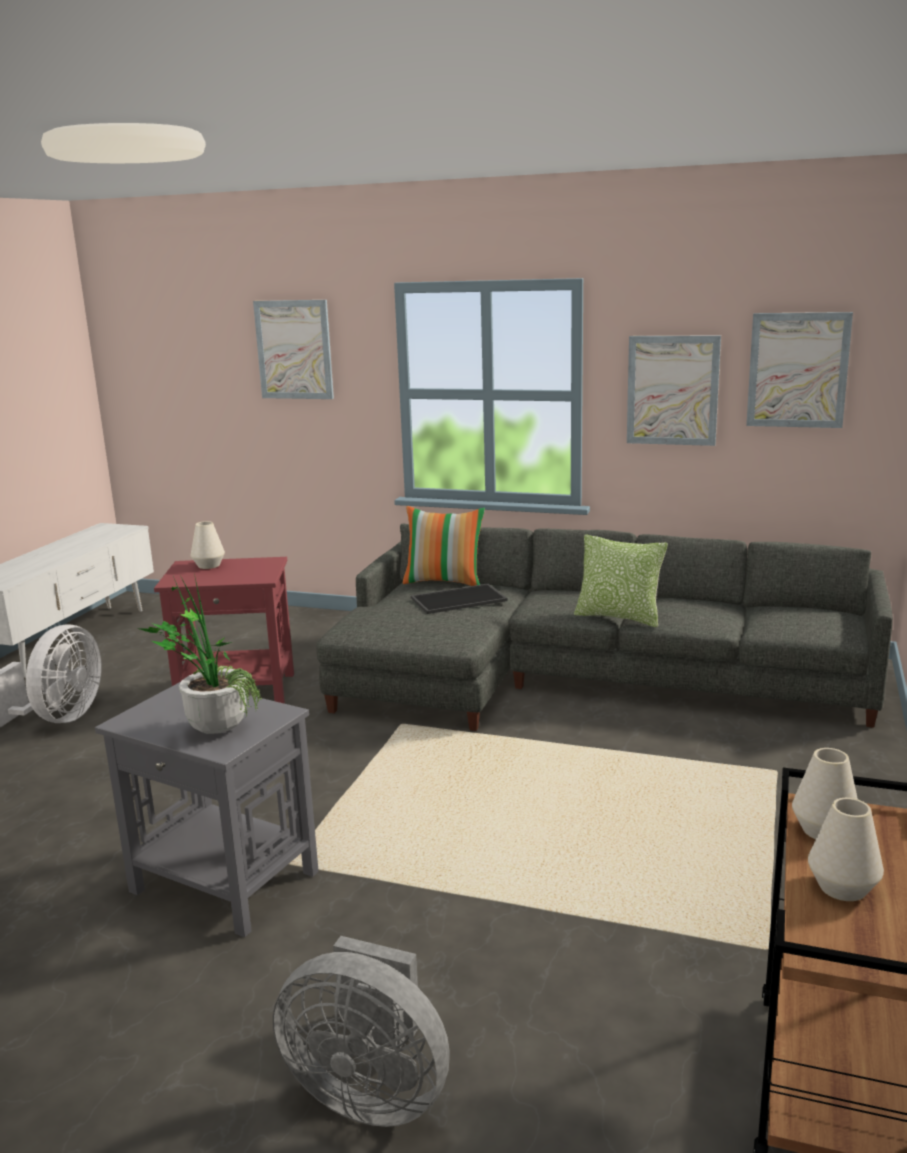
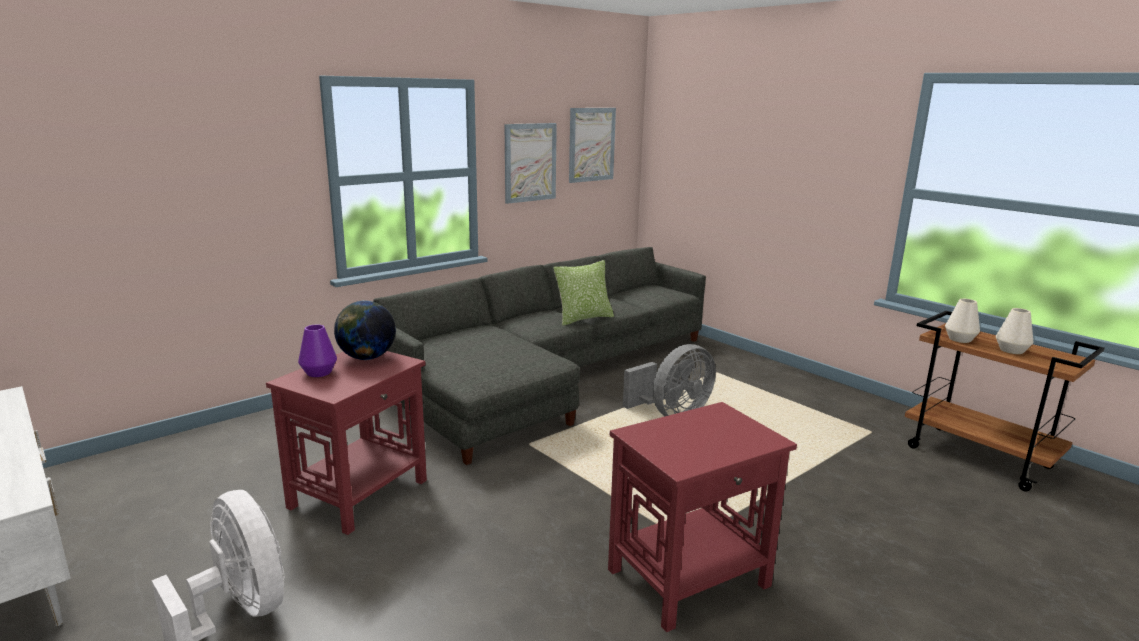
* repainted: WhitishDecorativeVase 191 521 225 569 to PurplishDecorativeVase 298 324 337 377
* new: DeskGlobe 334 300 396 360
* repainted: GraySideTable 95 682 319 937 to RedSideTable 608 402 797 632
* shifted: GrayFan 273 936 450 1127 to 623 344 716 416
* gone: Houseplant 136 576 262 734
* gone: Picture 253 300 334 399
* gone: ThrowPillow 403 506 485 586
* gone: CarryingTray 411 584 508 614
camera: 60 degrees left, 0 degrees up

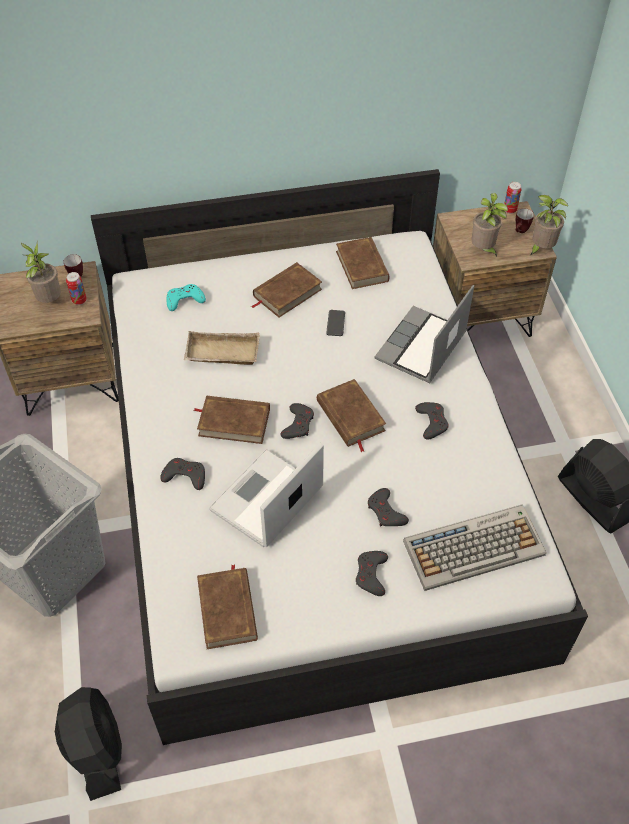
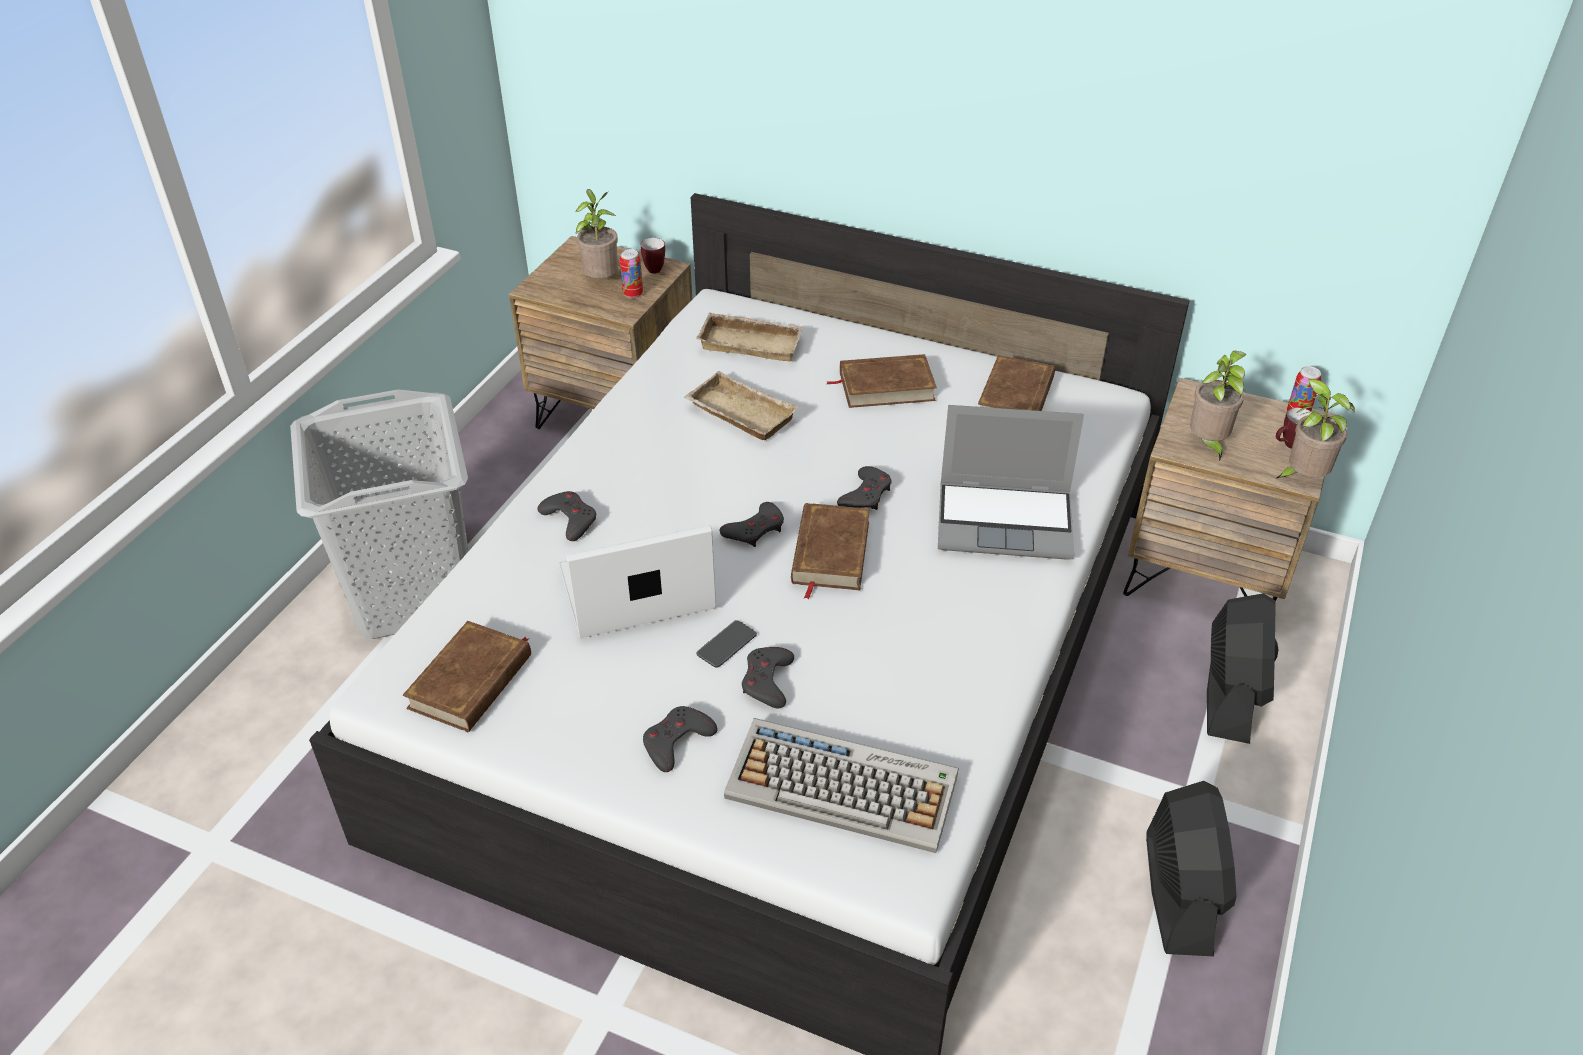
* swapped: TurquoiseJoypad 167 284 206 311 to BeigeCarryingTray 696 312 804 361
* shifted: Handset 326 310 345 336 to 697 620 757 668
* shifted: GrayJoypad 415 402 449 440 to 837 466 892 510
* rotated: NotebookComputer 375 285 474 383 = 938 405 1084 560 150 degrees counterclockwise
* shifted: BlackFan 55 687 122 801 to 1207 593 1278 744
* gone: BrownVolume 194 396 270 444
camera: 35 degrees right, 10 degrees down

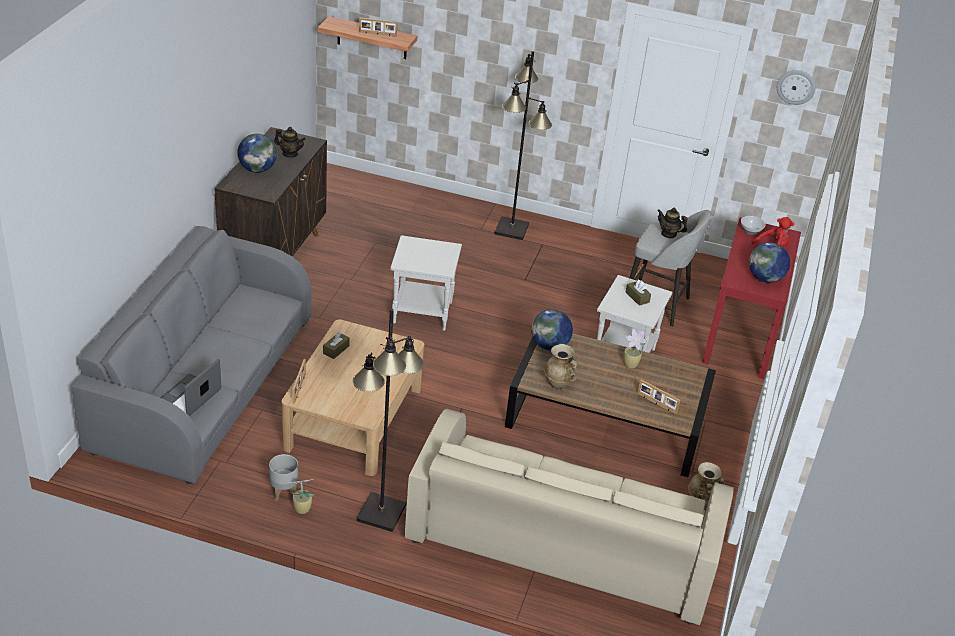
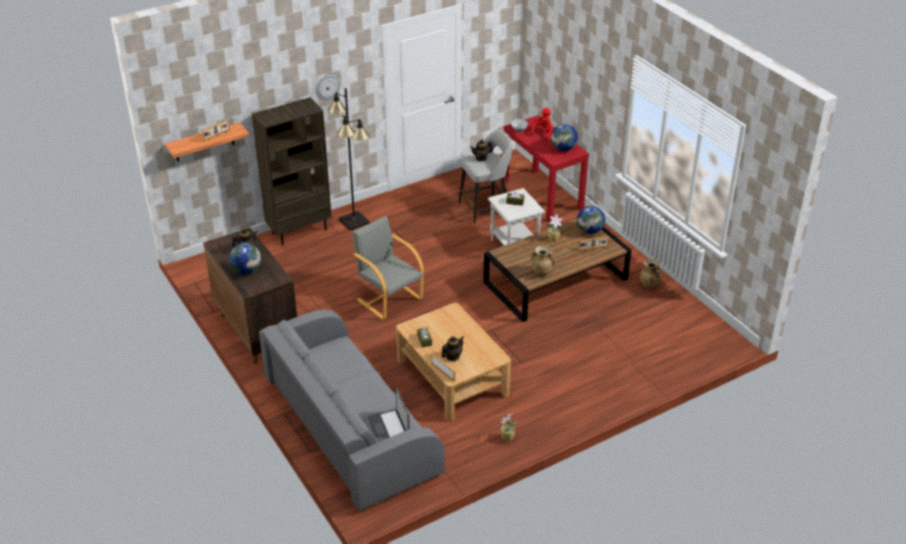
* new: BrownBookshelf 252 97 332 245
* shifted: WallClock 777 70 816 105 to 315 75 341 100
* swapped: WhitishSideTable 390 235 462 331 to GrayLoungeChair 352 216 424 320
* new: PotForTea 441 336 464 361
* shifted: DeskGlobe 531 309 573 351 to 577 206 605 234
* gone: GrayFlowerPot 269 454 298 501
* gone: BlackFloorLamp 353 309 424 532
* gone: BeigeCouch 405 409 734 625
camera: 45 degrees left, 0 degrees up

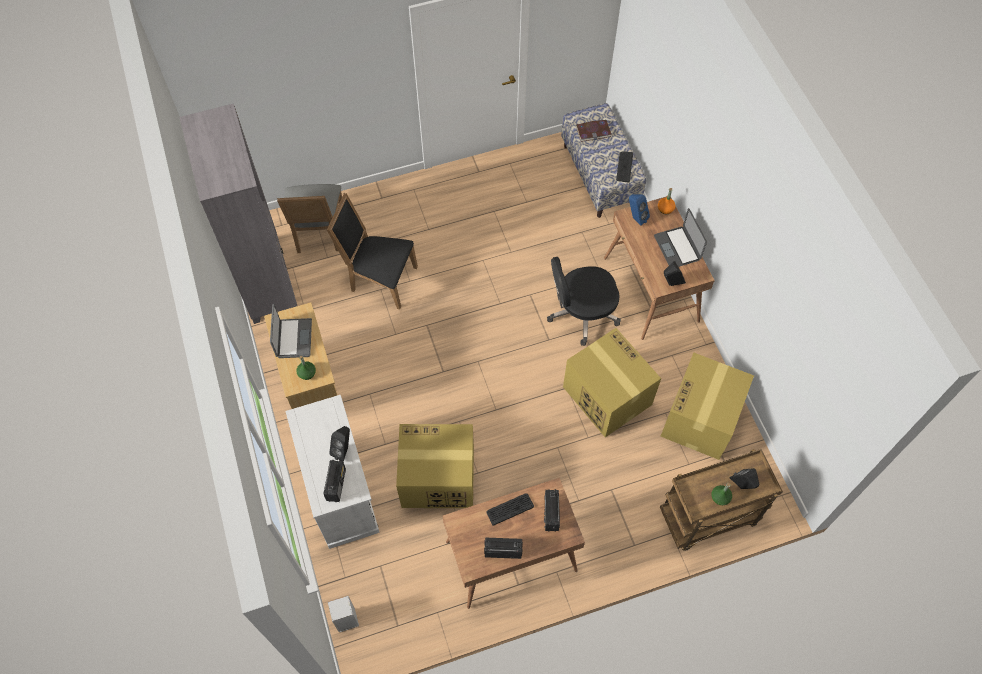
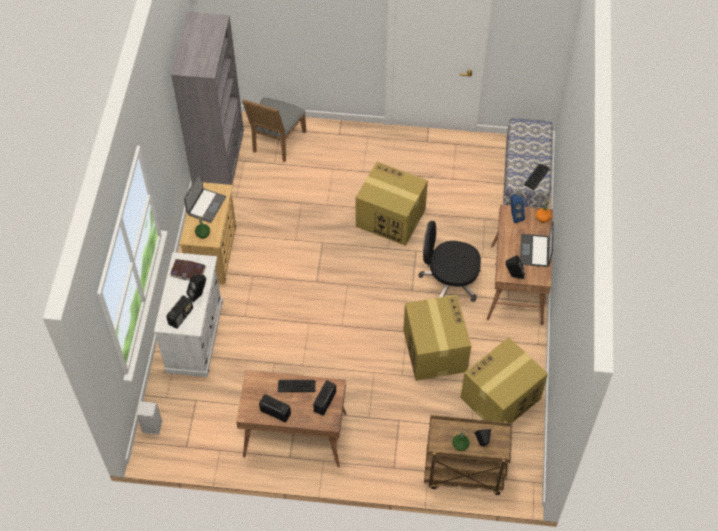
* shifted: Volume 576 120 612 142 to 170 259 206 281
* shifted: PackingBox 396 424 474 508 to 356 162 428 246
* gone: BlackChair 327 193 418 309
camera: 25 degrees right, 5 degrees down

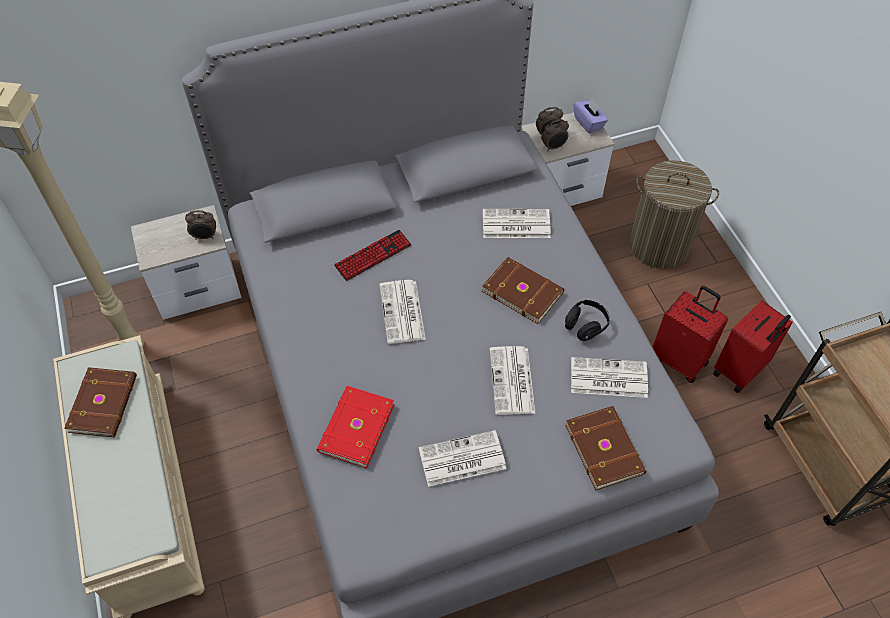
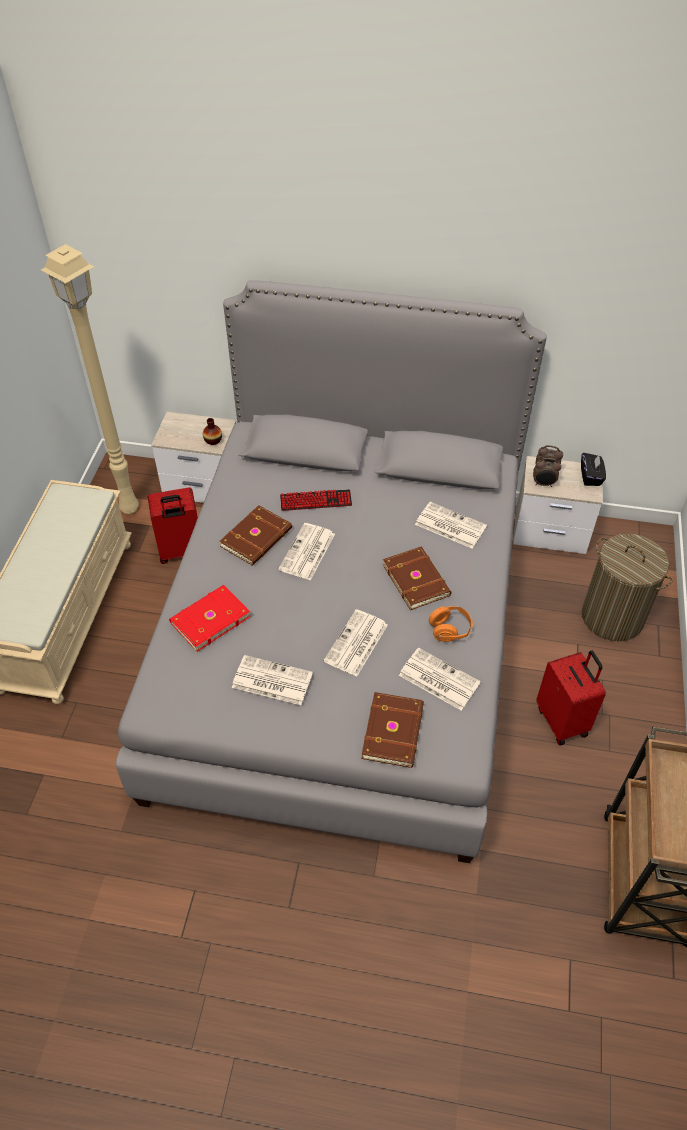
* shifted: RedPieceOfLuggage 713 301 793 393 to 148 487 198 564
* swapped: BedsideClock 185 210 216 240 to DecorativeVase 203 418 222 445
* shifted: BrownVolume 64 367 137 437 to 219 505 292 566
* repainted: BlackHeadset 565 300 610 341 to OrangeyHeadset 429 606 473 642
* repainted: PurplishBoxOfTissues 573 99 608 134 to BlackBoxOfTissues 581 453 606 486
camera: 30 degrees right, 5 degrees down

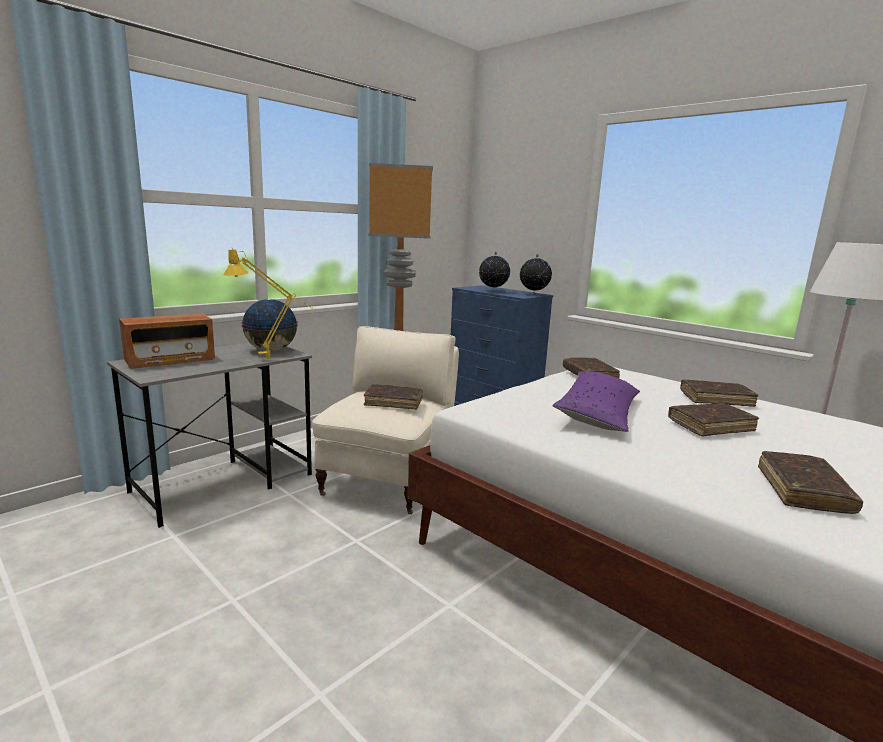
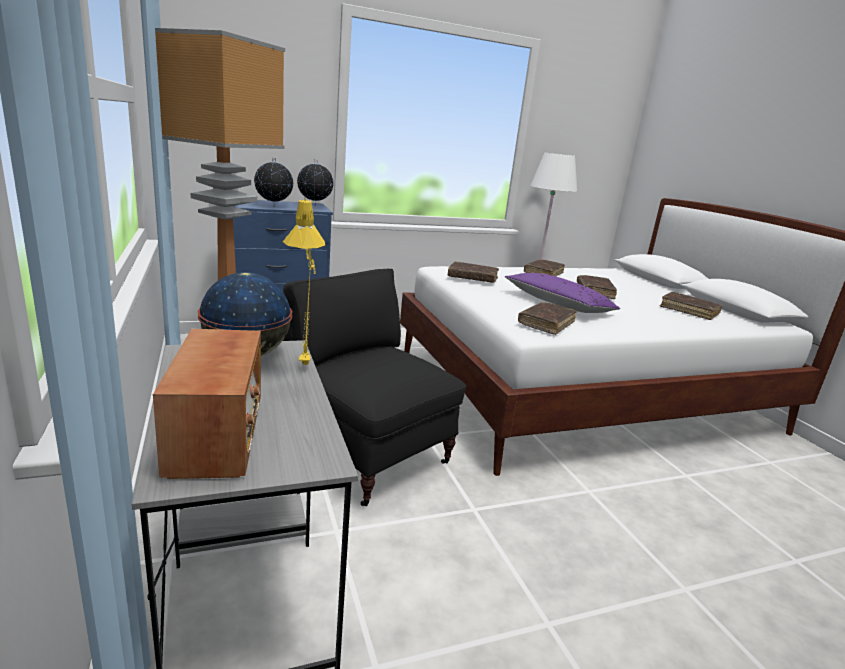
* repainted: BeigeLoungeChair 312 326 459 514 to BlackLoungeChair 282 269 466 506
* shifted: BrownVolume 364 384 423 410 to 518 302 577 335
camera: 65 degrees left, 5 degrees up

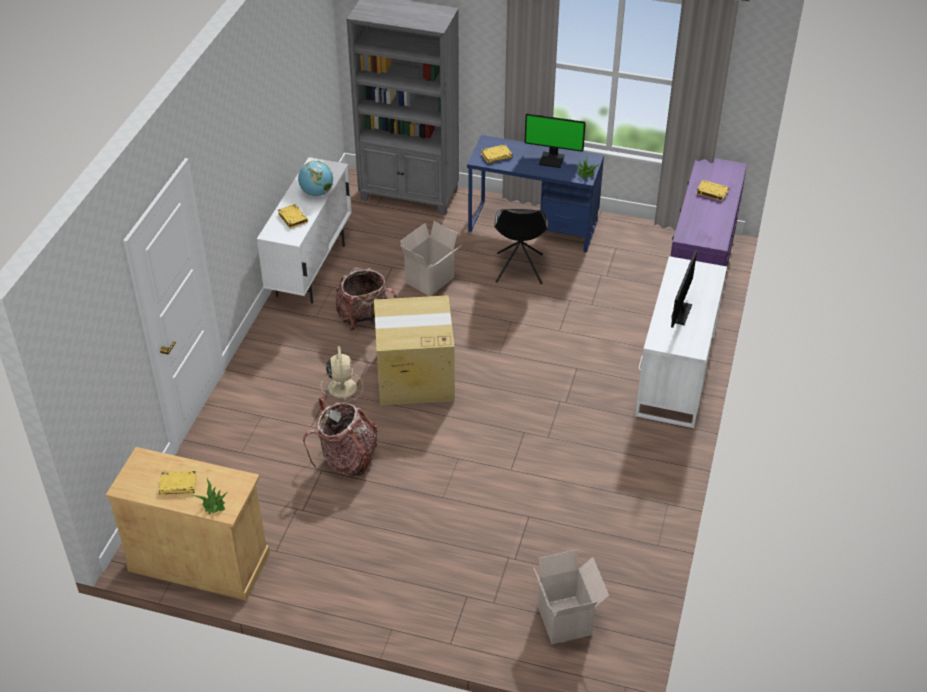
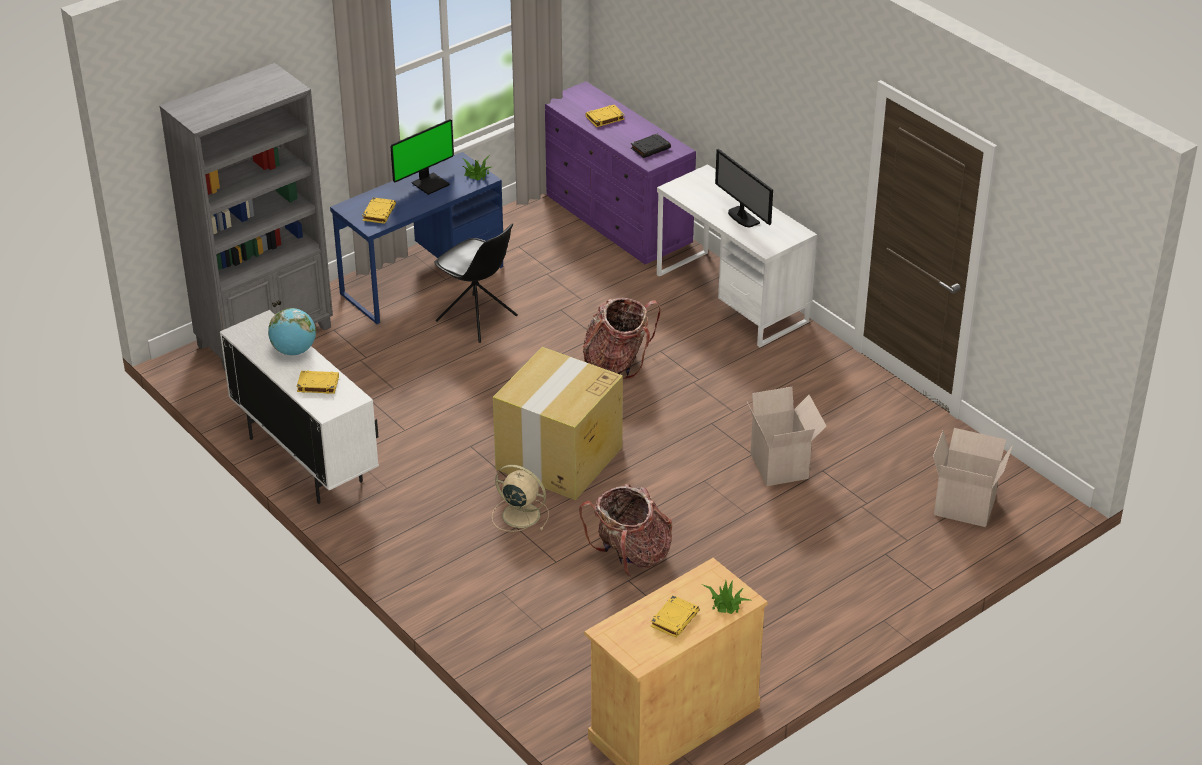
* shifted: Knapsack 335 267 397 331 to 583 298 661 380
* new: BlackVolume 631 134 671 158
* shifted: PackingBox 400 221 462 296 to 747 387 827 486
camera: 55 degrees left, 5 degrees down

